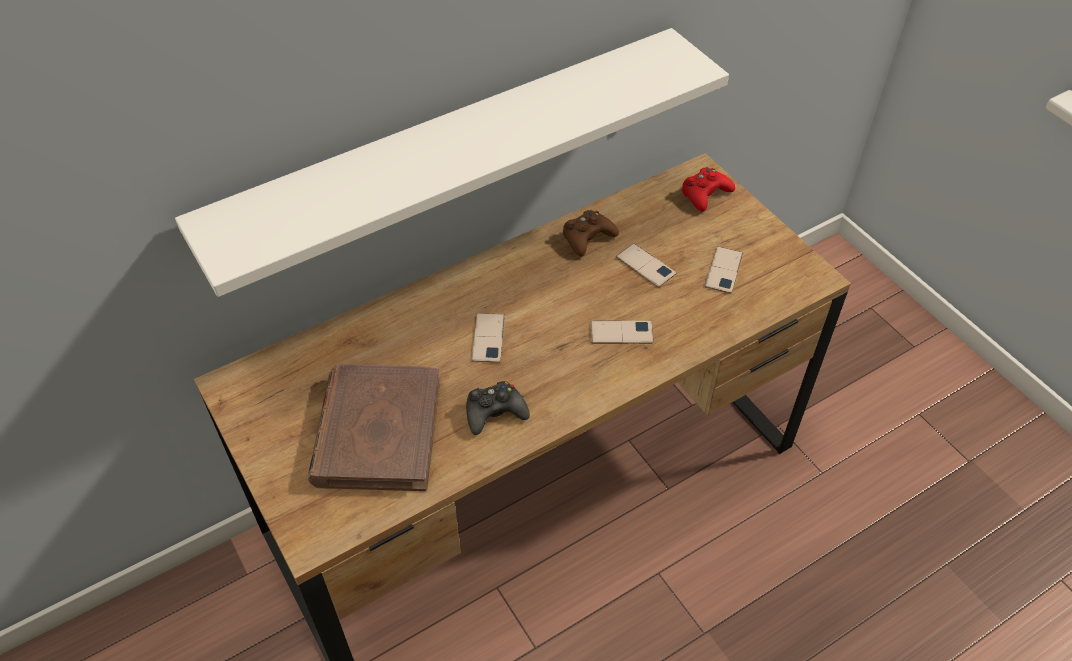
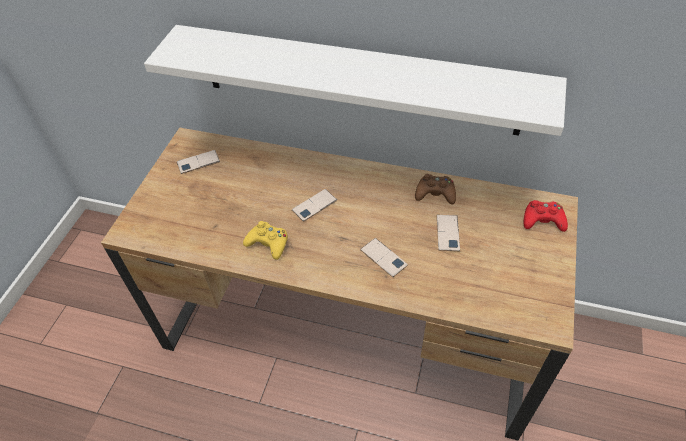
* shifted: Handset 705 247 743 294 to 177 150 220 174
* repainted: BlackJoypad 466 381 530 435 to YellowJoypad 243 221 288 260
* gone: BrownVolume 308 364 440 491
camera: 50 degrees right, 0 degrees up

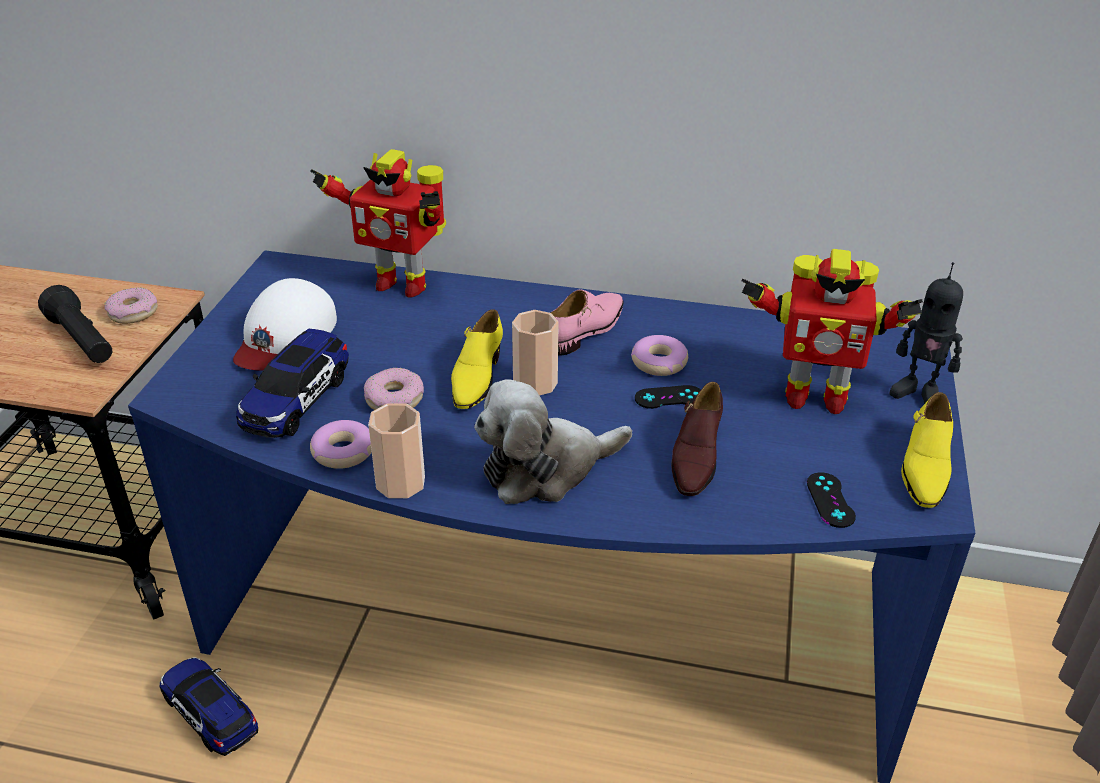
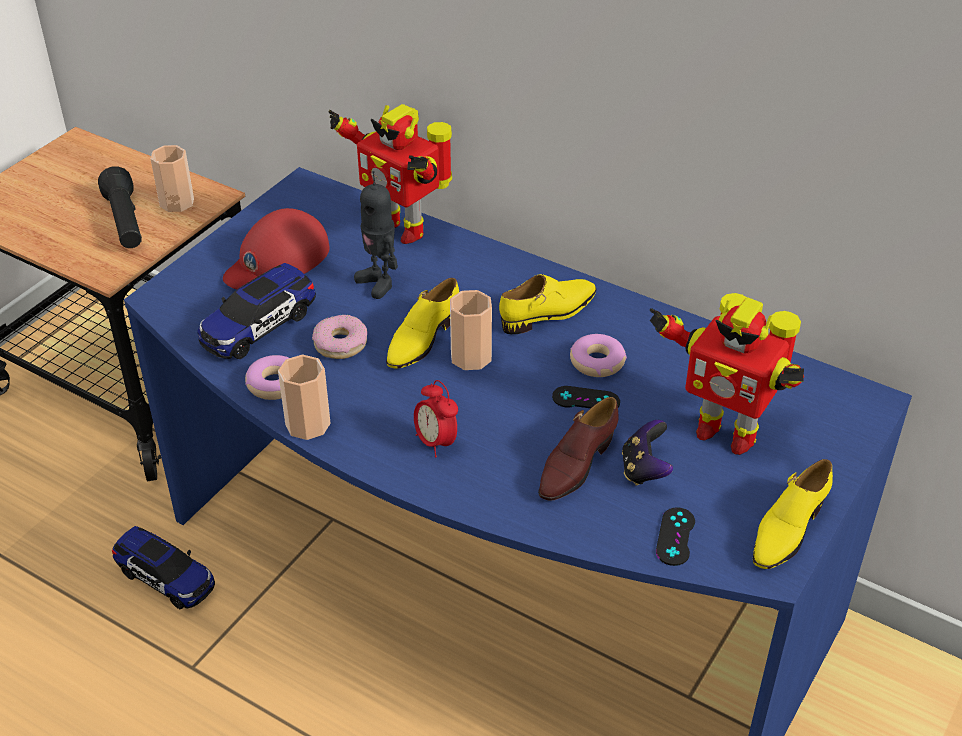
* rotated: MiniatureCar 160 657 258 756 = 112 526 215 609 150 degrees clockwise
* swapped: RingDoughnut 105 287 158 324 to SmallCup 150 145 194 212
* repainted: WhitishCap 233 278 337 371 to RedCap 223 208 330 290
* shifted: RobotFigure 890 262 963 404 to 354 171 398 299
* swapped: CuddlyToy 474 379 632 504 to BedsideClock 414 380 458 457
* repainted: PinkishItemOfFootwear 551 289 624 356 to YellowItemOfFootwear 499 274 596 334
* new: Joypad 622 420 673 486
camera: 20 degrees right, 5 degrees up

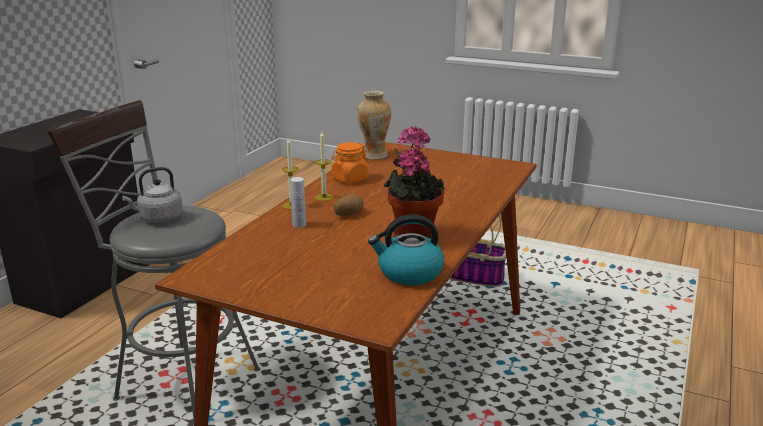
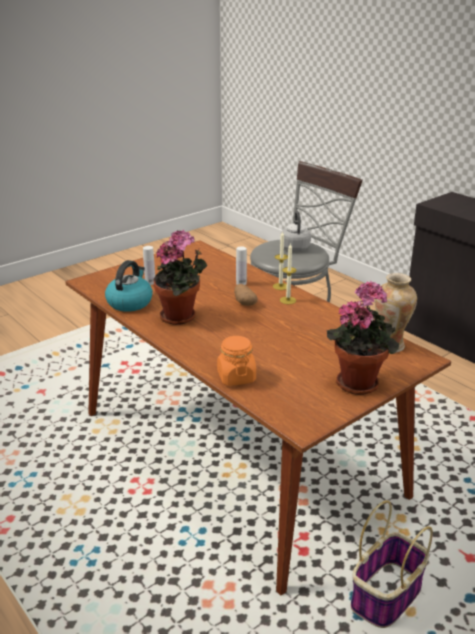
* new: WhitishBottle 143 246 155 285
* shifted: OrangeyPreserveJar 332 142 368 183 to 217 336 256 386
* new: Houseplant 327 281 399 395
camera: 115 degrees right, 5 degrees up

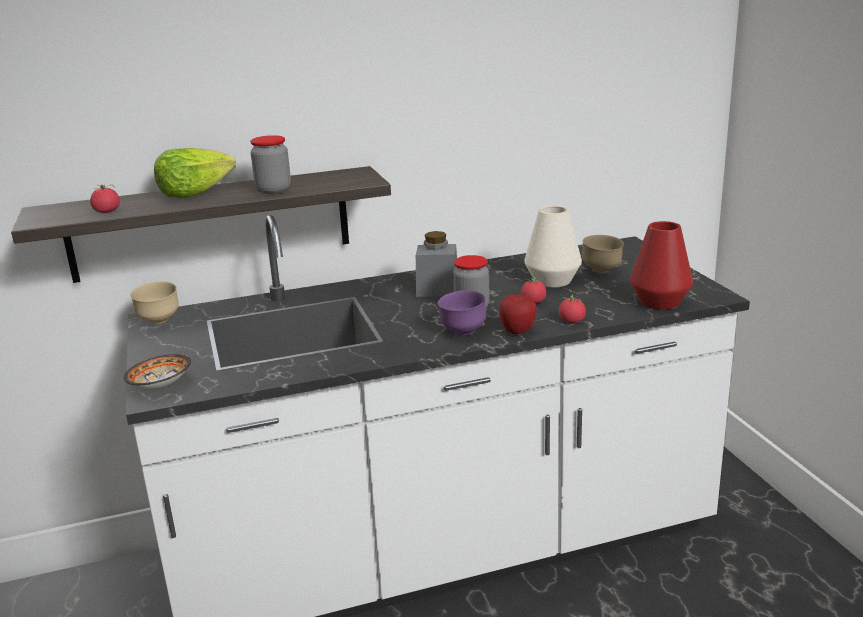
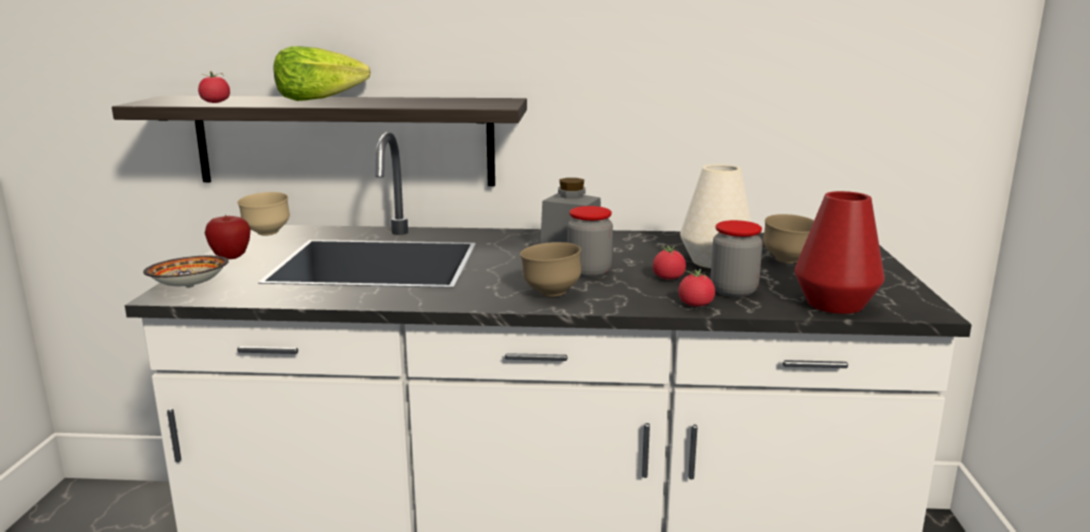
* shifted: WholeApple 499 294 537 334 to 205 215 251 259
* repainted: PurplishDeepDish 438 290 486 336 to BrownDeepDish 520 242 581 297
* shifted: PreserveJar 250 135 291 194 to 711 220 763 297
camera: 20 degrees right, 5 degrees down

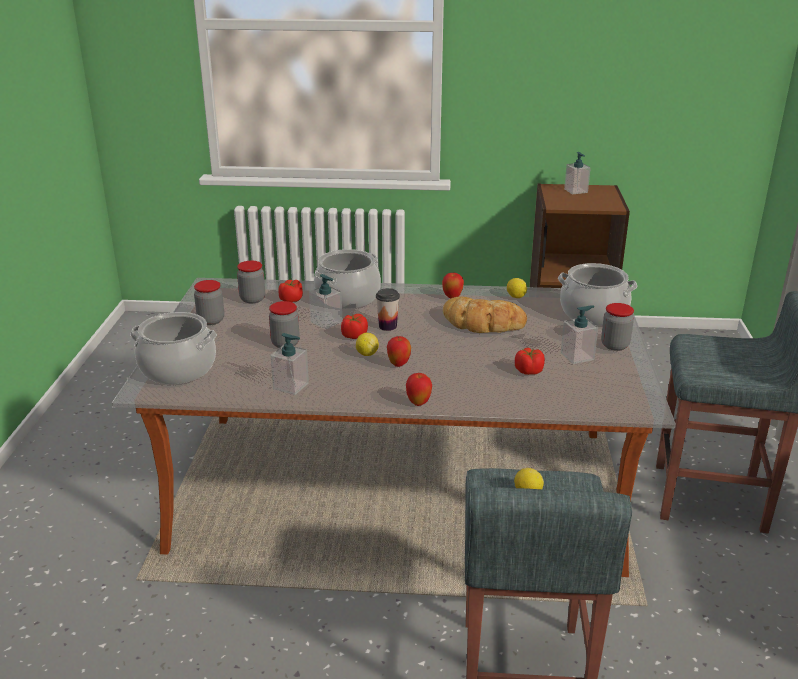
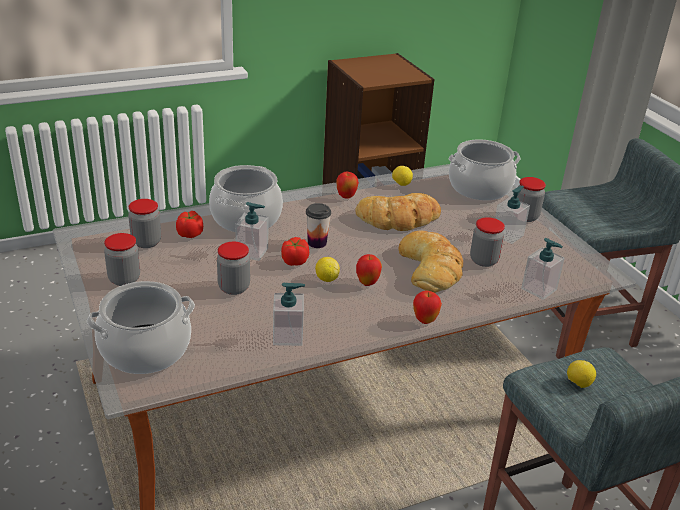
* new: Bread 399 230 463 293
* swapped: Tomato 515 347 545 375 to PreserveJar 470 217 505 267
* shifted: SoapDispenser 564 152 591 194 to 521 238 565 300
camera: 30 degrees left, 5 degrees up

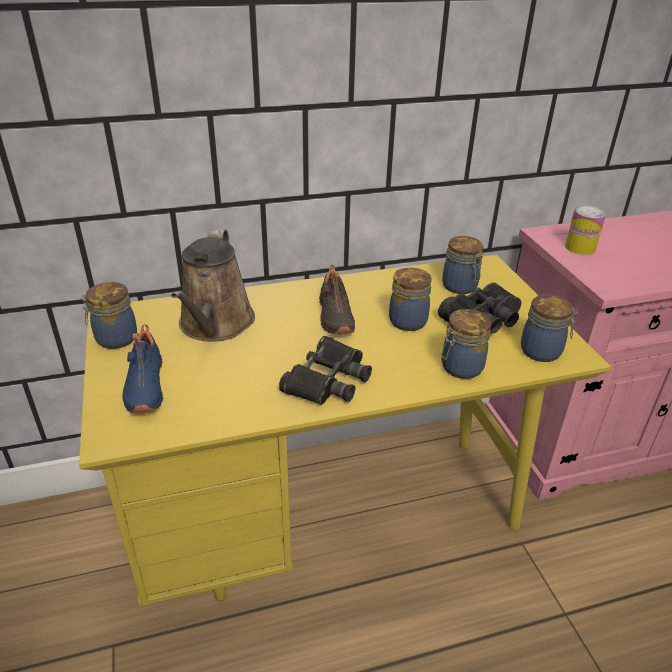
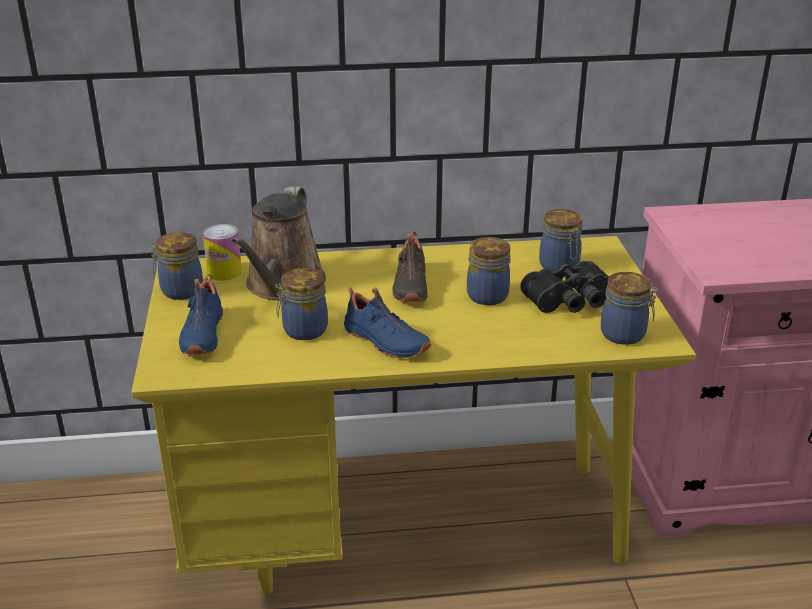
* shifted: Can 565 205 606 255 to 203 224 242 281
* shifted: PreserveJar 441 309 492 379 to 276 268 328 340
* swapped: BlackBinoculars 279 336 372 405 to BluishItemOfFootwear 344 287 431 358
camera: 10 degrees right, 5 degrees down

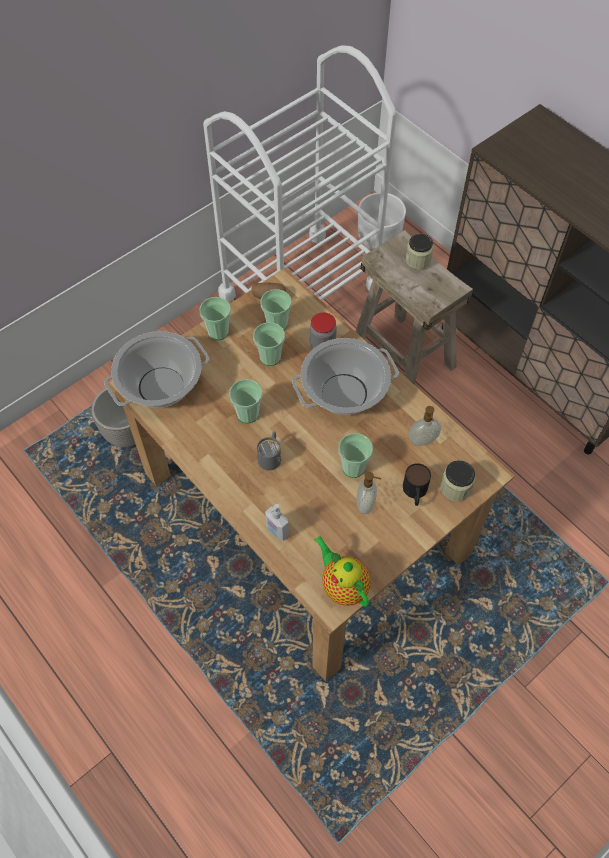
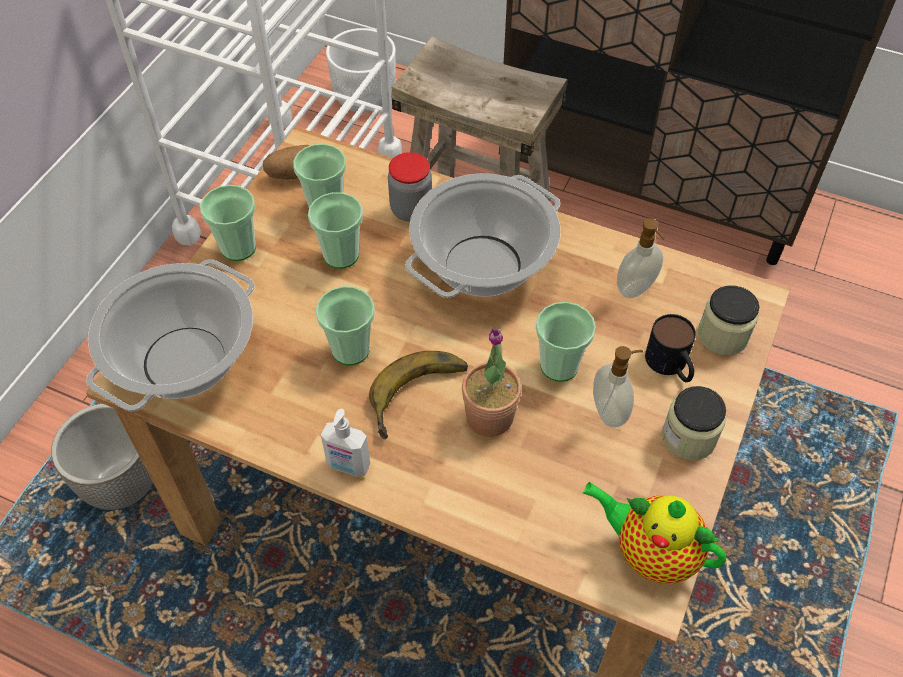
* shifted: SoapDispenser 265 504 289 541 to 321 409 370 477
* swapped: GrayCoffeeMug 257 431 281 471 to WholeBanana 369 351 468 439
* new: Houseplant 462 328 522 437
* shifted: PreserveJar 406 234 433 270 to 662 386 726 460
camera: 25 degrees left, 5 degrees down

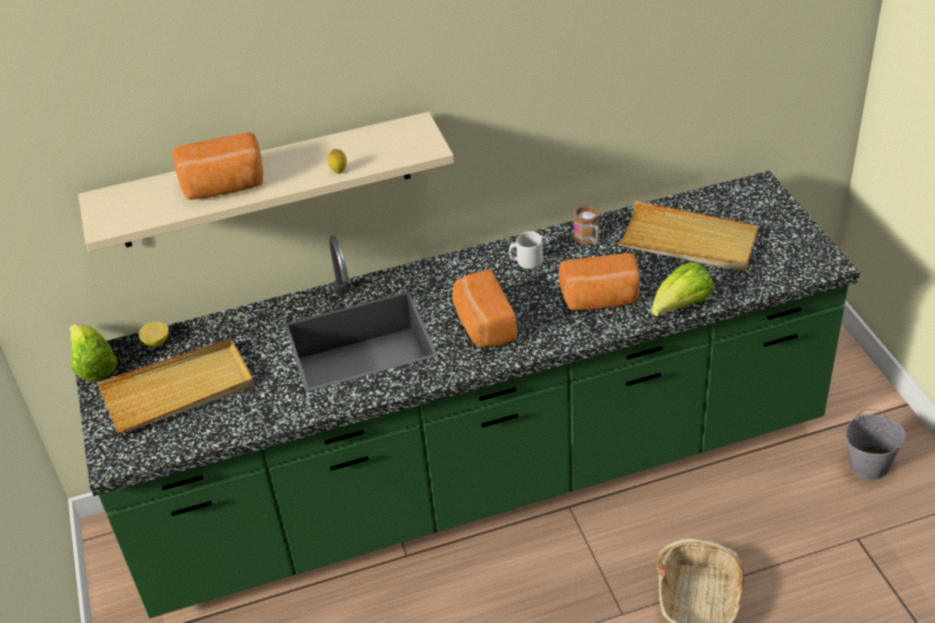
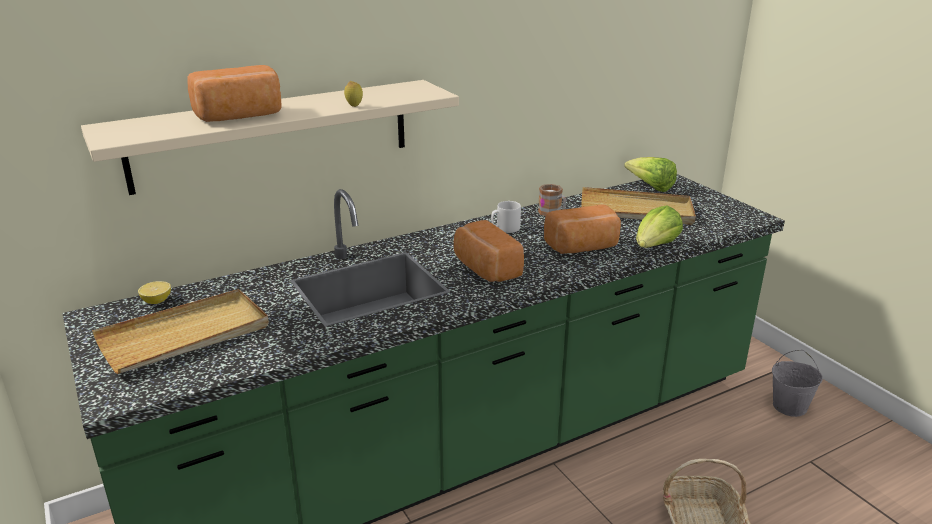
* shifted: HeadOfLettuce 70 324 118 382 to 624 157 677 192
camera: 15 degrees left, 15 degrees down

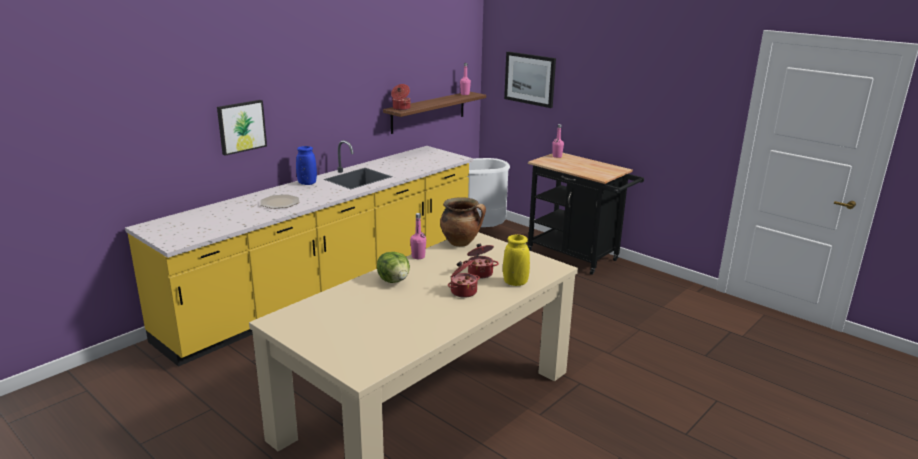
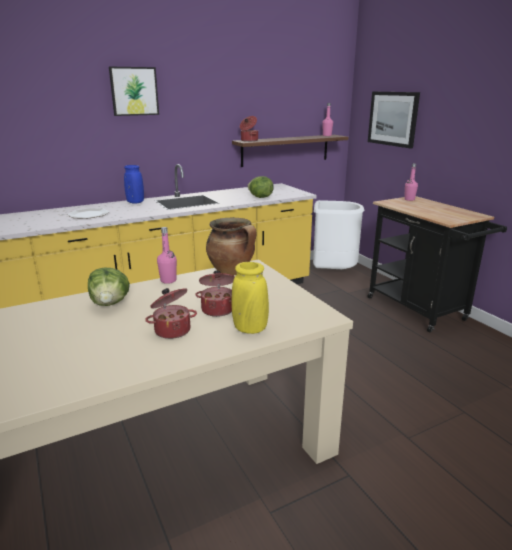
* shifted: Picture 217 100 267 156 to 109 67 159 116
* new: HeadOfLettuce 247 176 274 198
camera: 20 degrees right, 0 degrees up

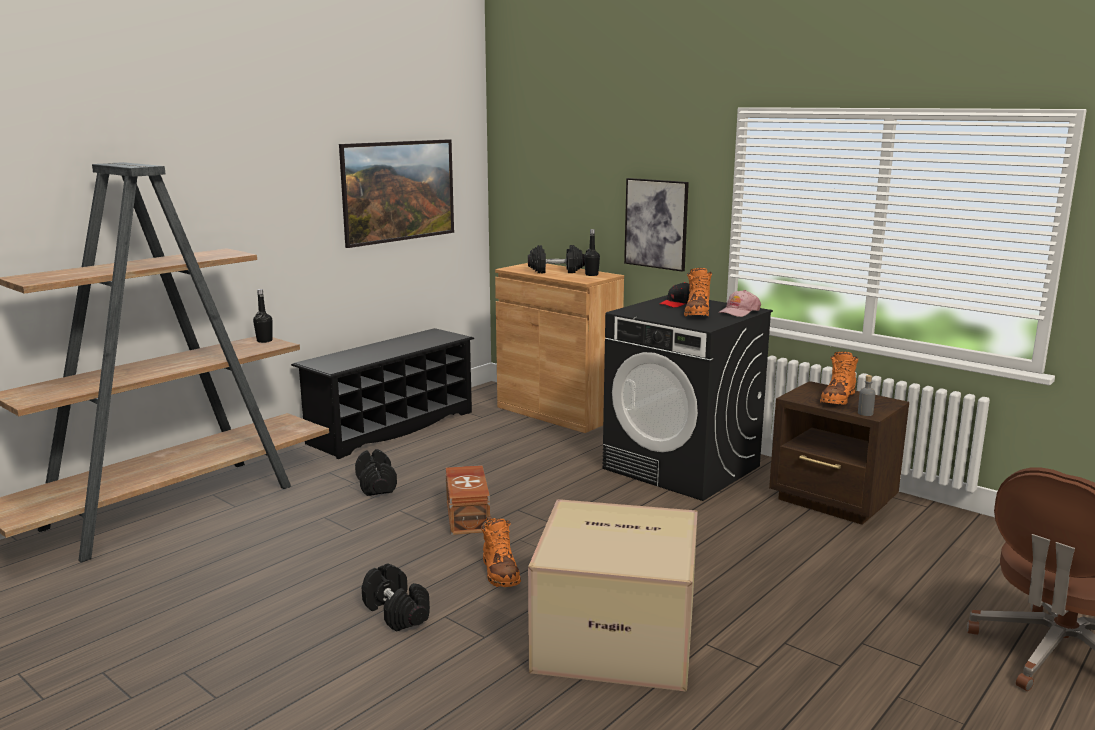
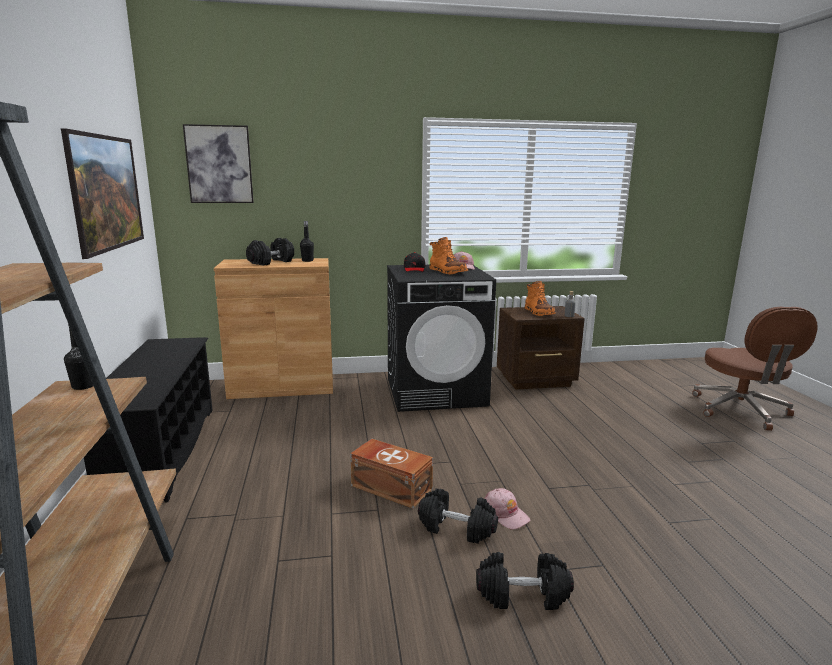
* shifted: Picture 624 178 689 272 to 183 124 254 203
* shifted: BlackHandWeight 355 449 397 496 to 418 488 498 544
* swapped: OrangeyTallBoot 481 516 521 587 to PinkishCap 484 488 530 530
* gone: PackingBox 528 499 698 692
camera: 50 degrees left, 0 degrees up

